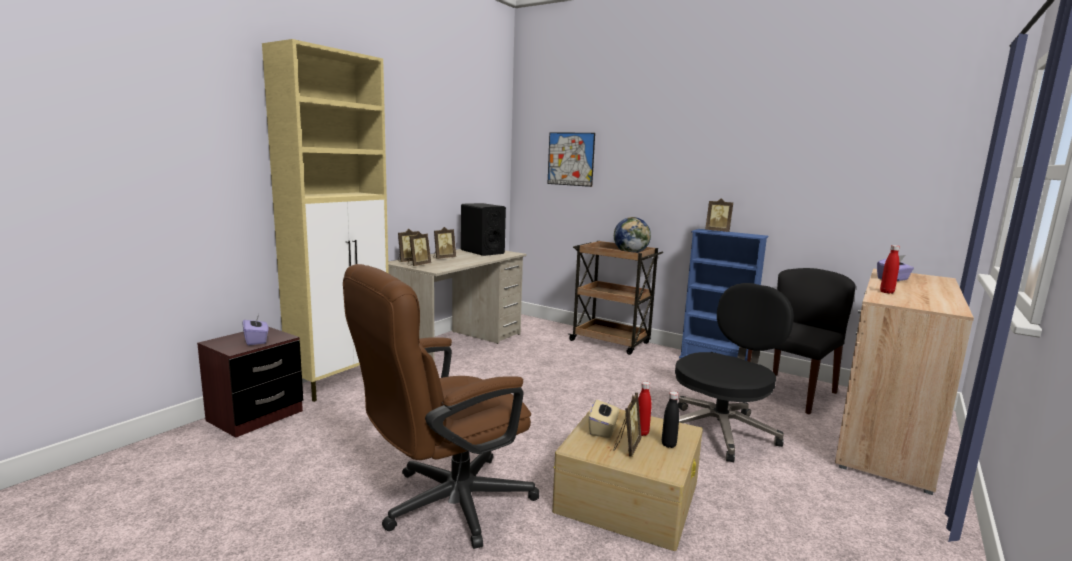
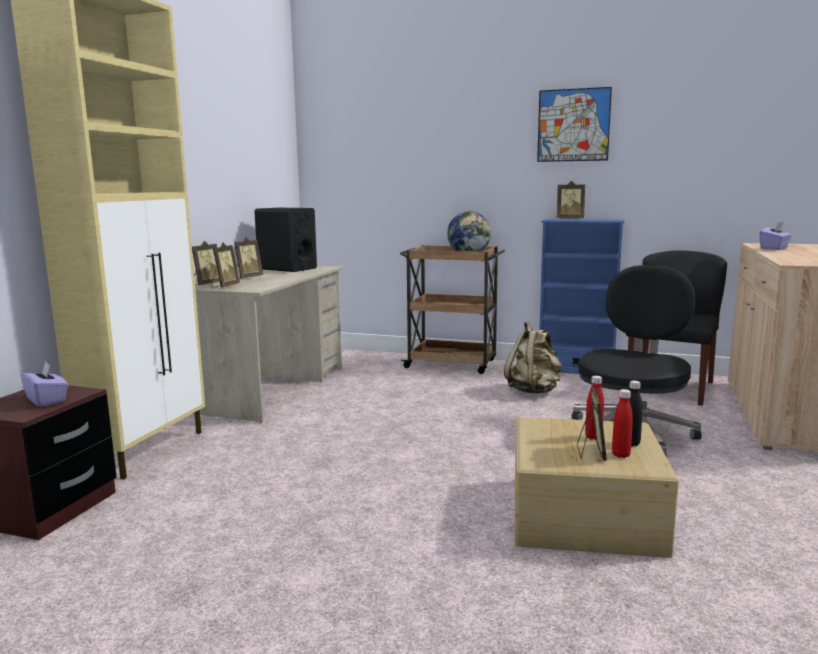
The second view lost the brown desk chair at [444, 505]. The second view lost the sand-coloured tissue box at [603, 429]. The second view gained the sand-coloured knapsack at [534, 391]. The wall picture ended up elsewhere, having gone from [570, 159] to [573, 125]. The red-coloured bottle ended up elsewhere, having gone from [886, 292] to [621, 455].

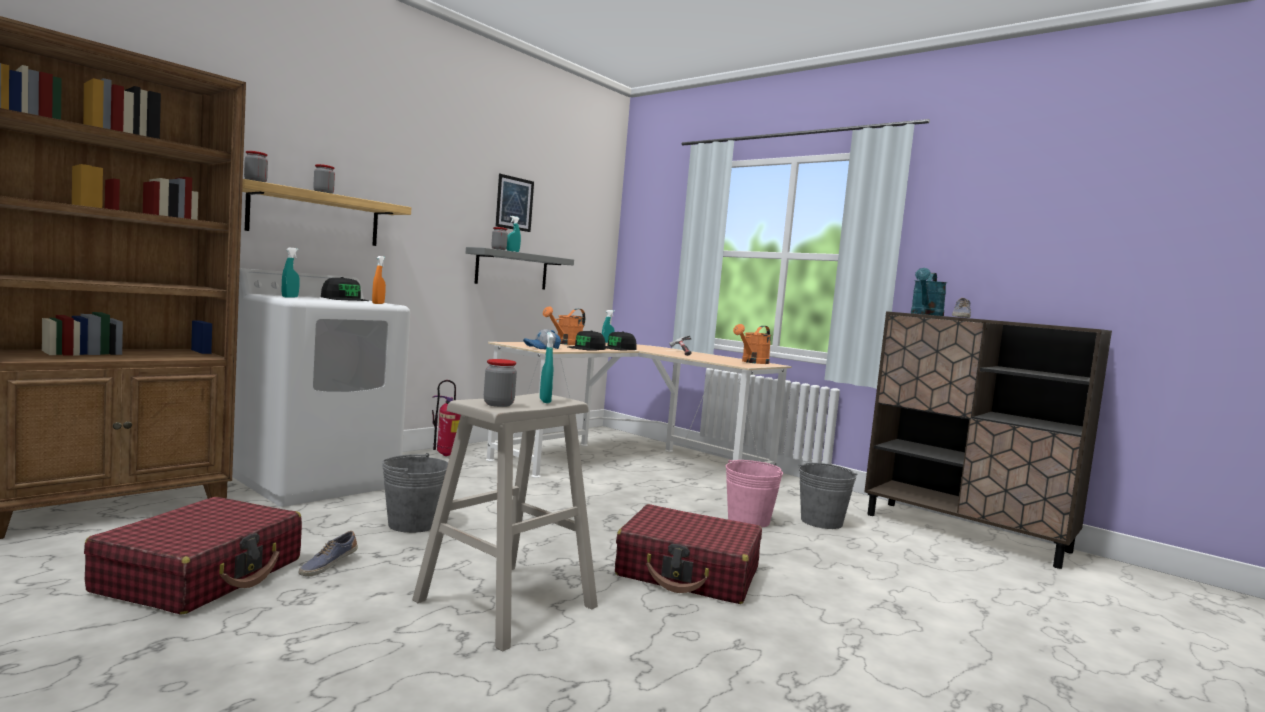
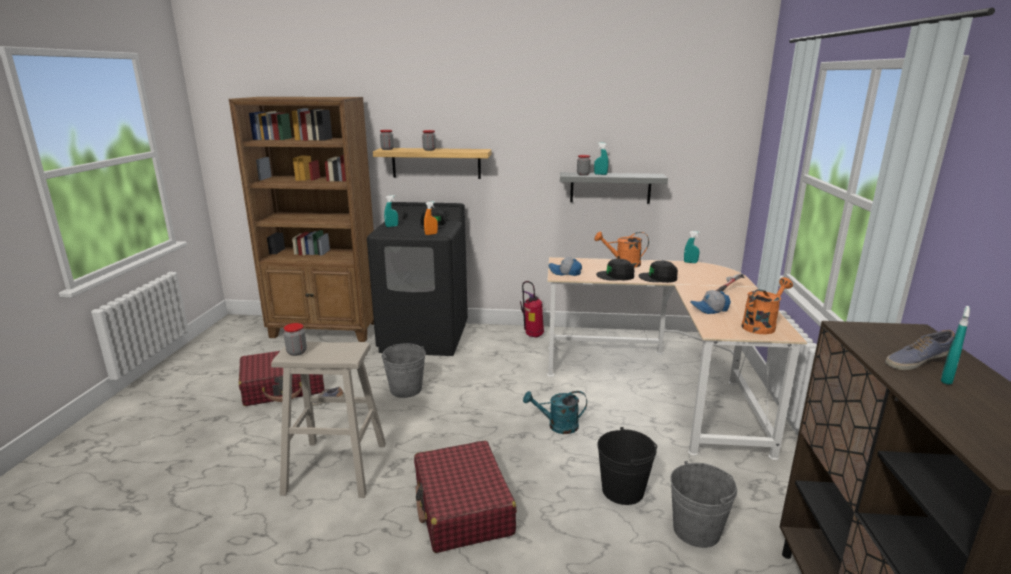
The second view lost the wall picture at [514, 203]. The second view gained the cap at [710, 309]. The turquoise-coloured hand sprayer ended up elsewhere, having gone from [545, 401] to [946, 379]. The turquoise-coloured watering pot ended up elsewhere, having gone from [925, 314] to [557, 426]. What was the whitish laundry appliance at [316, 481] turned into the black-coloured laundry appliance at [424, 337]. What was the pink pail at [748, 520] turned into the black-coloured pail at [623, 490]. The orange watering pot at [752, 362] ended up facing another way, 135 degrees clockwise from before.

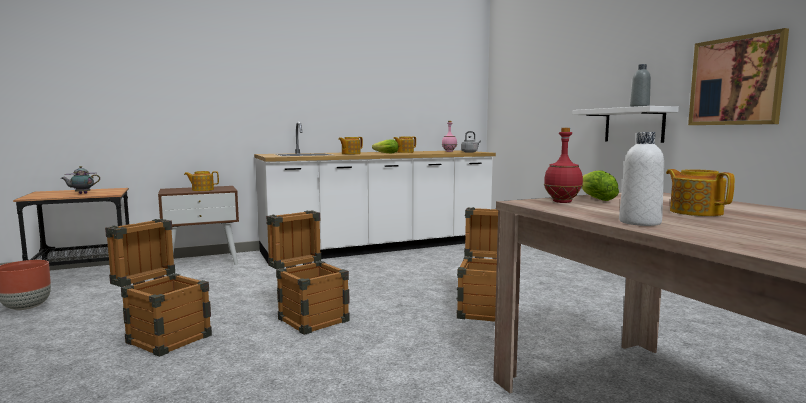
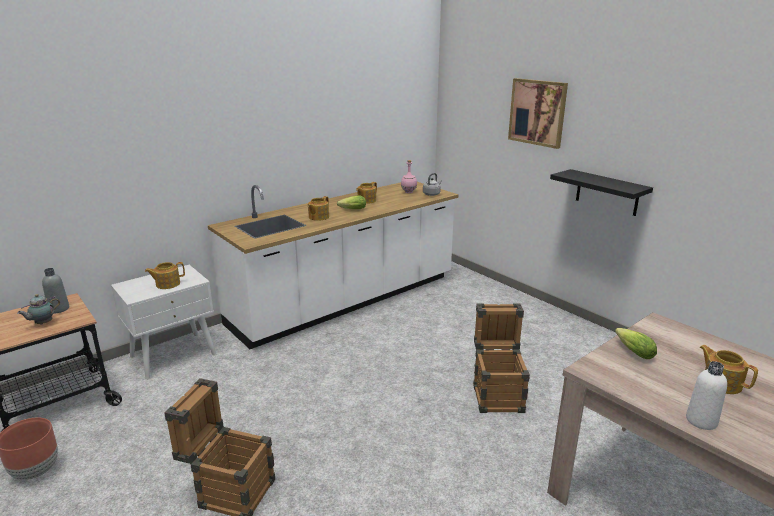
The second view lost the shipping crate at [309, 317]. The second view lost the red-coloured bottle at [562, 202]. The grey bottle ended up elsewhere, having gone from [639, 107] to [59, 309]. The wall picture ended up elsewhere, having gone from [736, 81] to [537, 112]. What was the brown nightstand at [203, 262] turned into the whitish nightstand at [173, 355]. What was the whitish bracket shelf at [634, 125] turned into the black-coloured bracket shelf at [607, 192].

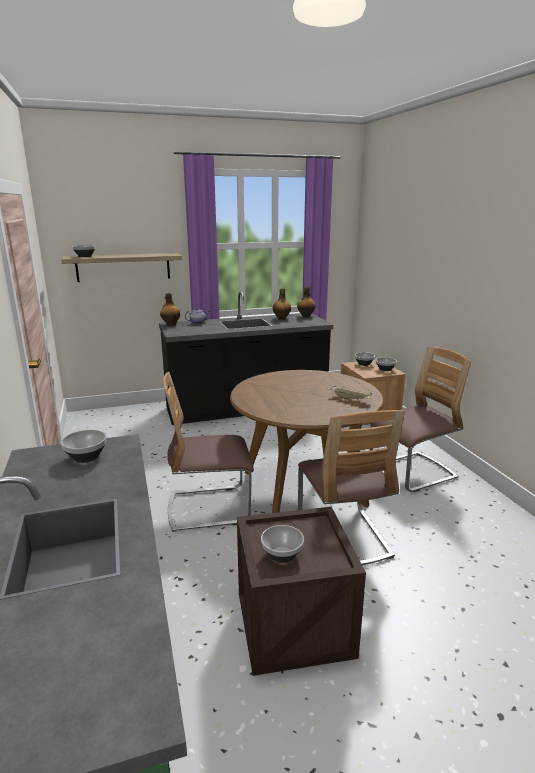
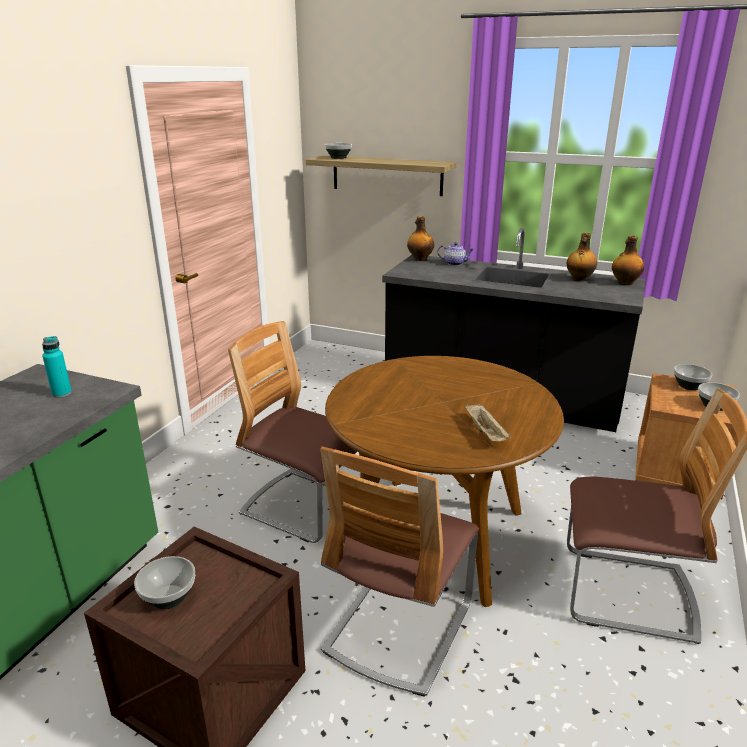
Where the deep dish stood at [87, 457], the turquoise-coloured bottle came to stand at [62, 393].

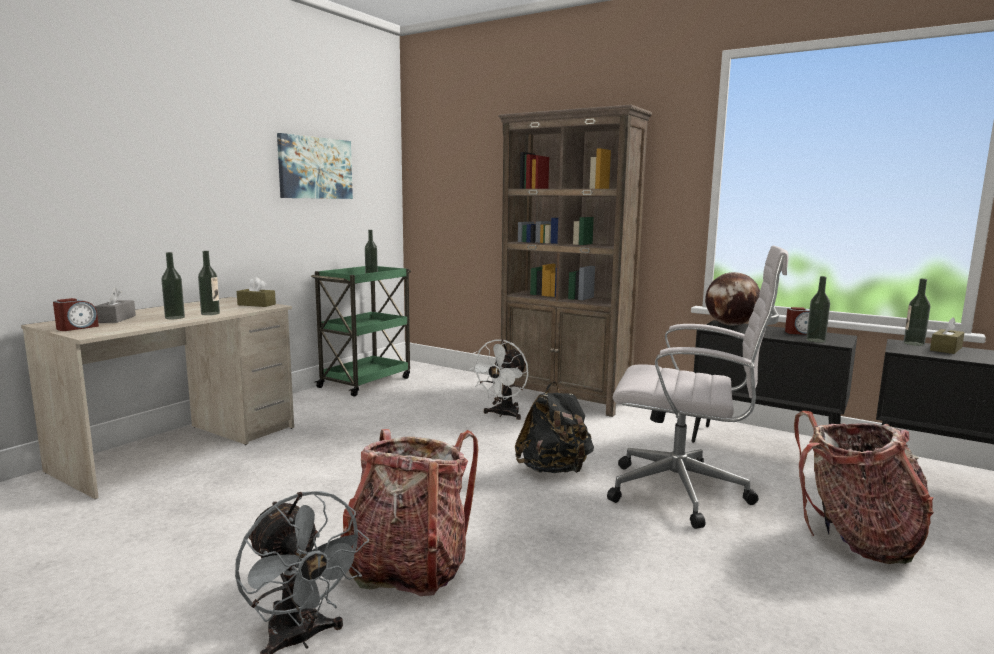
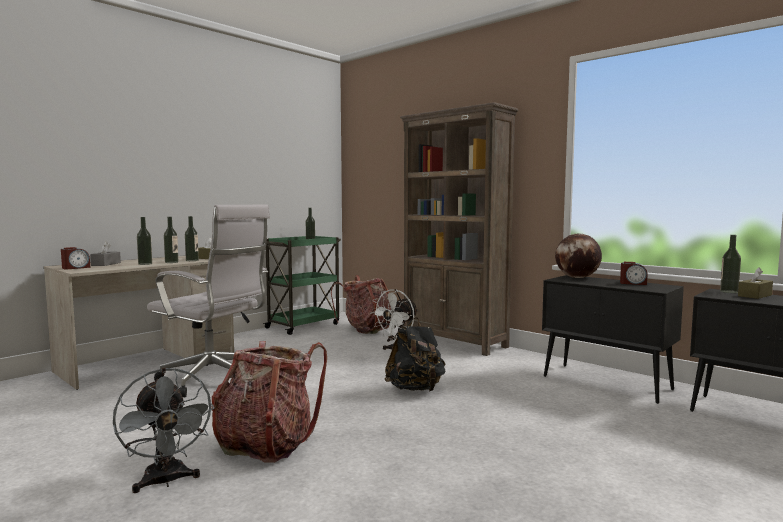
The second view lost the wall picture at [315, 168]. The whitish desk chair ended up elsewhere, having gone from [684, 493] to [214, 380]. The knapsack ended up elsewhere, having gone from [856, 539] to [366, 329]. The bottle ended up elsewhere, having gone from [815, 340] to [192, 260].

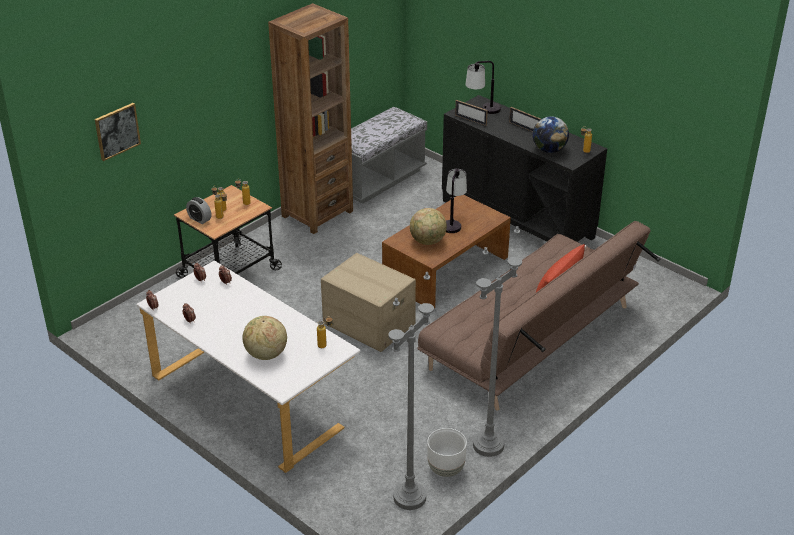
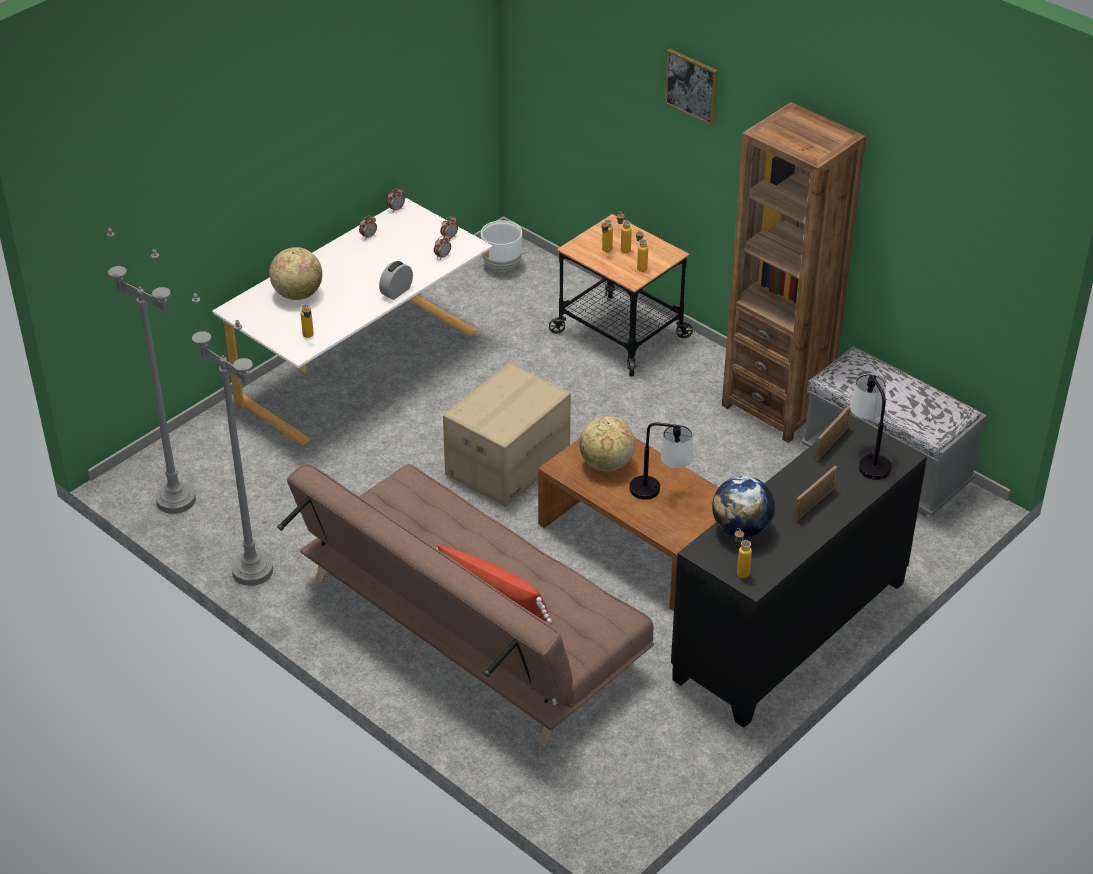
The wall picture ended up elsewhere, having gone from [117, 131] to [692, 86]. The alarm clock ended up elsewhere, having gone from [199, 219] to [396, 291]. The whitish planter ended up elsewhere, having gone from [445, 469] to [502, 266].

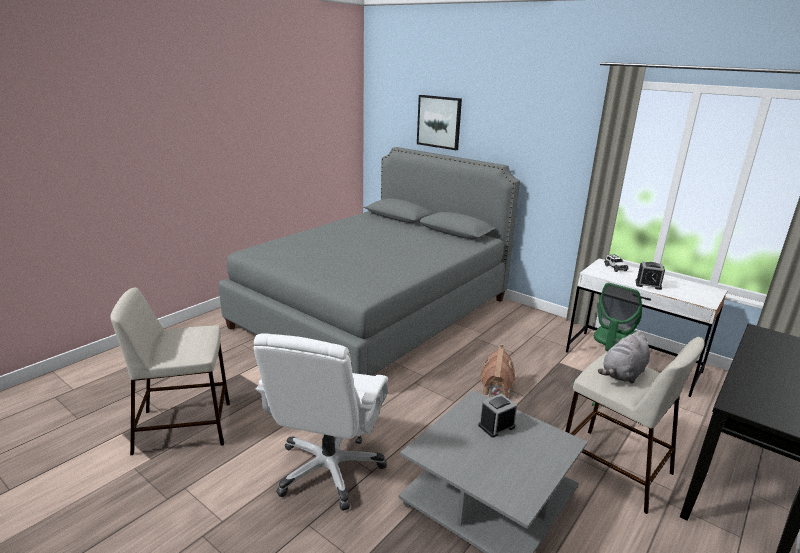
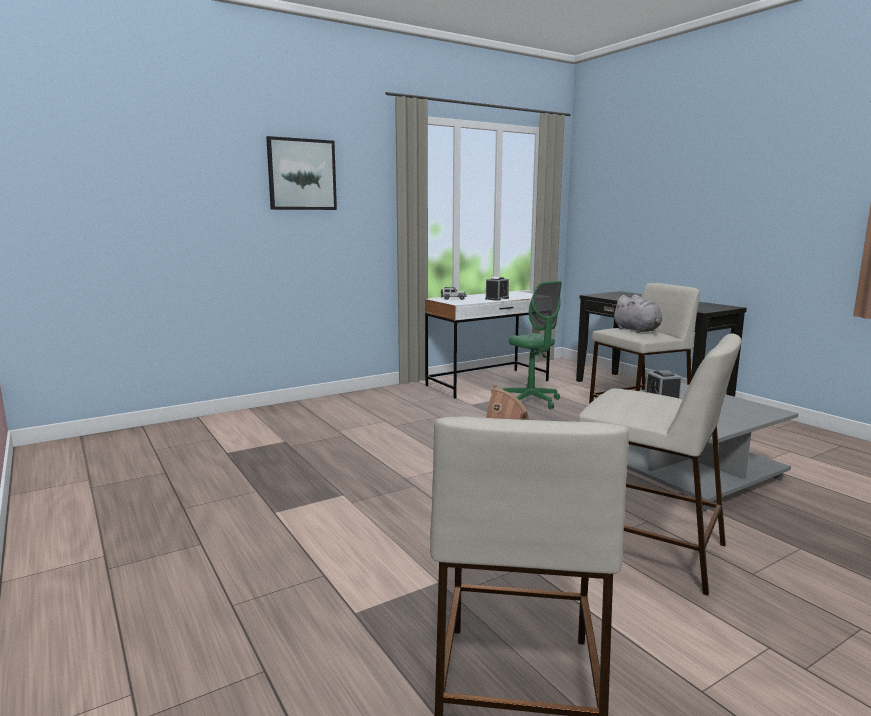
The second view lost the grey bedroom bed at [374, 313]. The wall picture ended up elsewhere, having gone from [439, 122] to [301, 174]. Where the whitish desk chair stood at [329, 469], the sand-coloured stool seat came to stand at [645, 548].

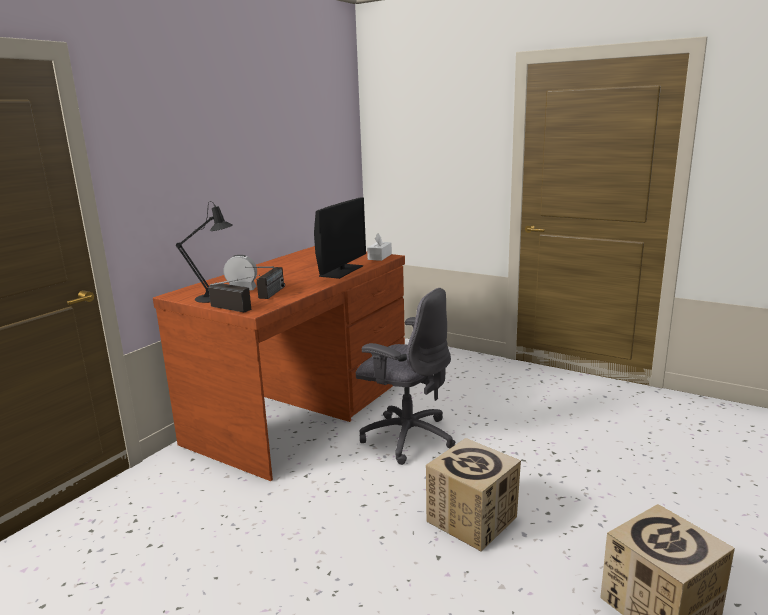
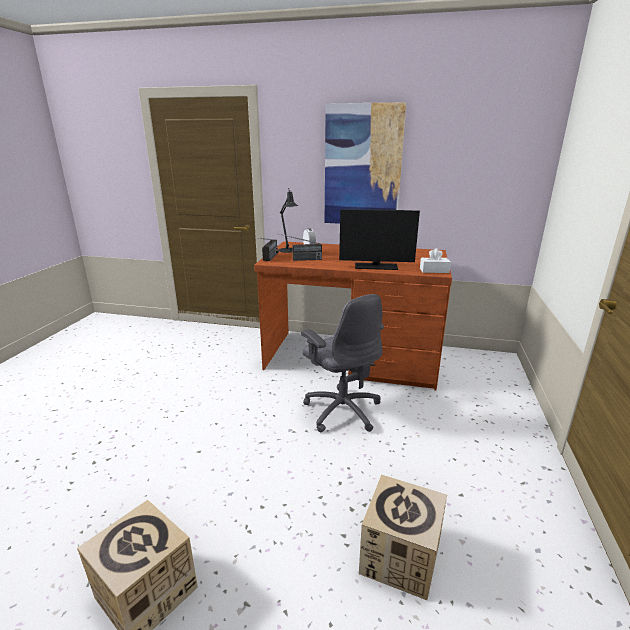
The second view gained the wall picture at [362, 166]. The carton ended up elsewhere, having gone from [472, 519] to [400, 557]. The grey desk chair at [407, 437] ended up facing another way, 45 degrees counterclockwise from before.

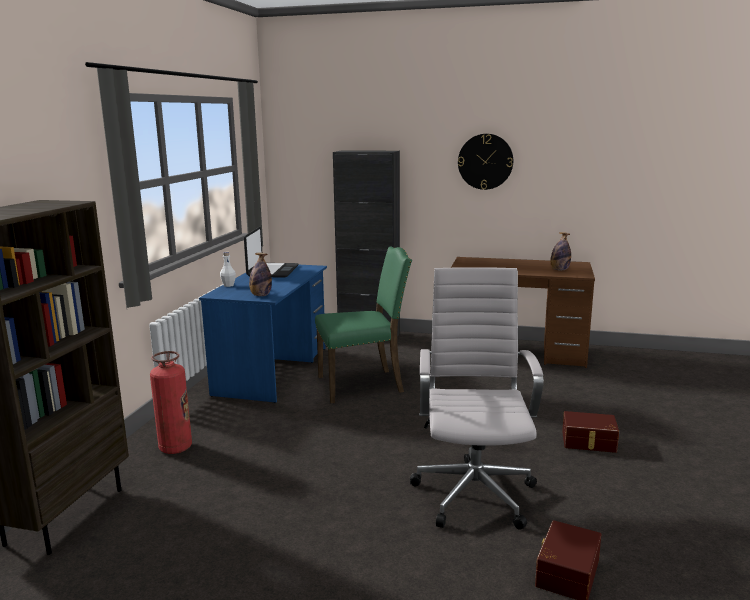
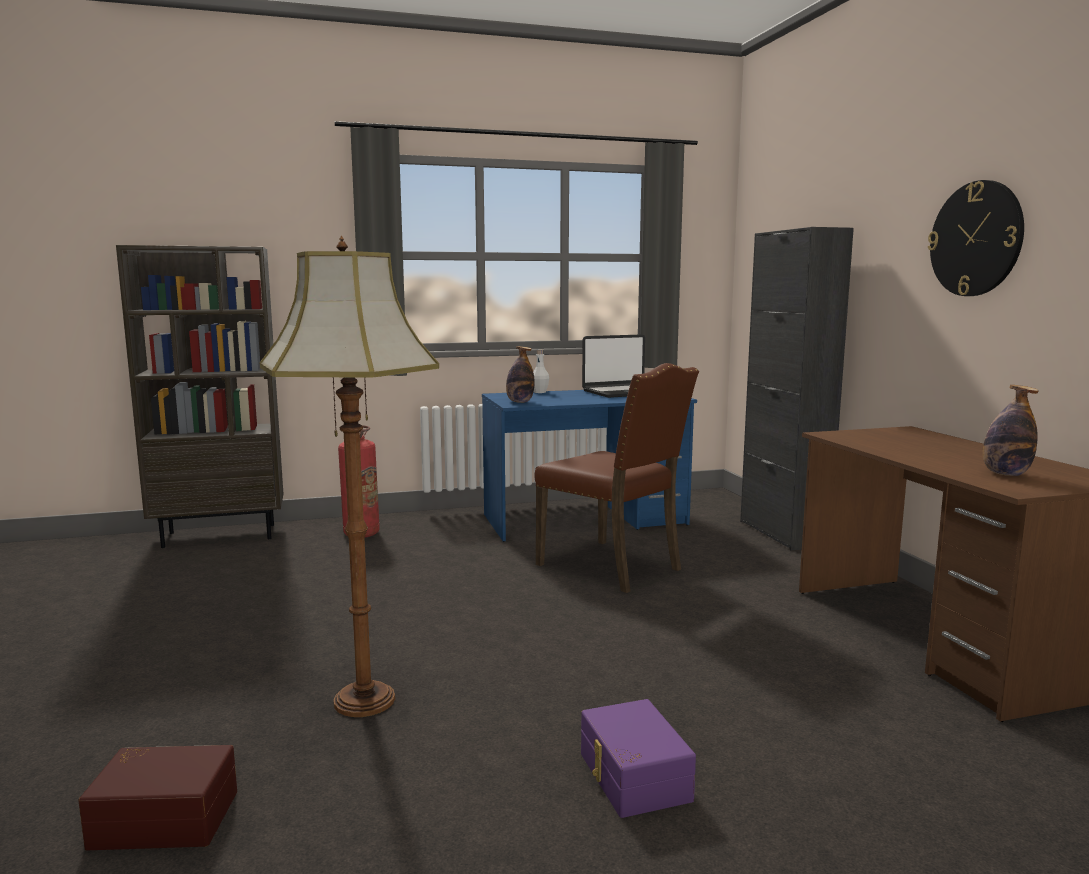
Where the whitish desk chair stood at [474, 491], the standard lamp came to stand at [367, 700]. What was the green upright chair at [362, 384] turned into the brown upright chair at [613, 567]. What was the brown storage box at [589, 442] turned into the purplish storage box at [632, 777].

